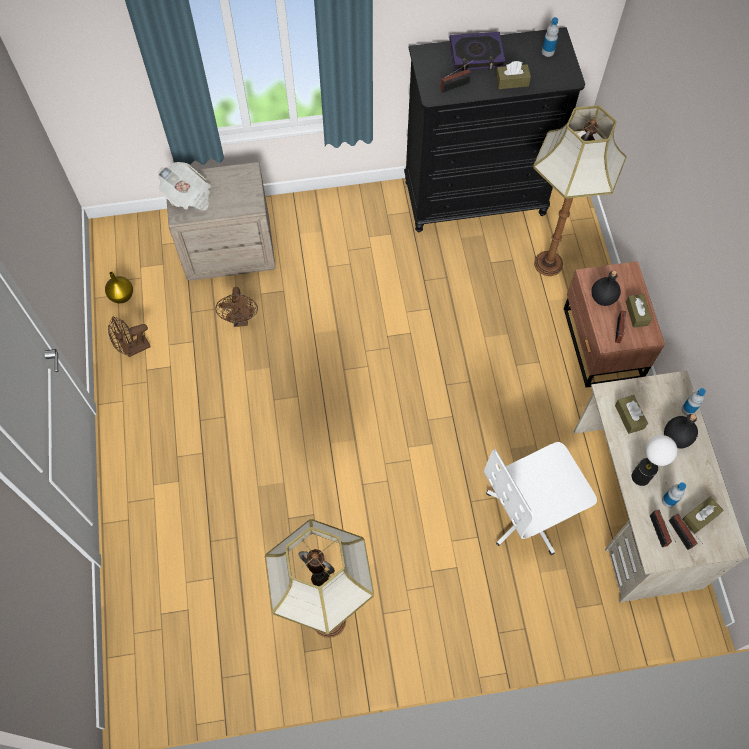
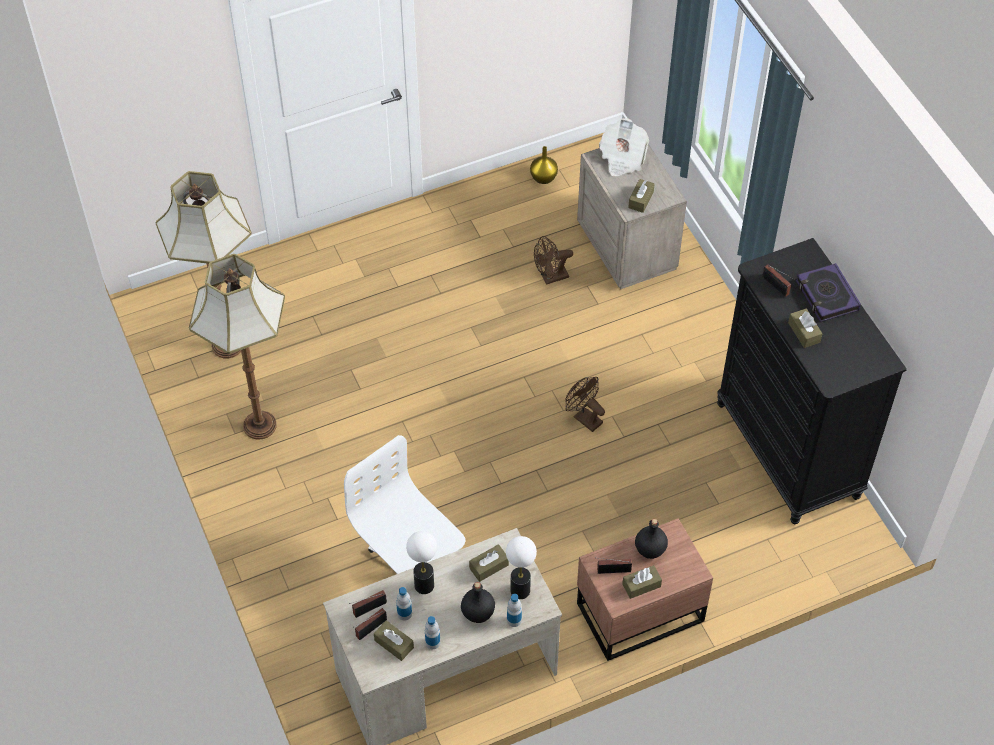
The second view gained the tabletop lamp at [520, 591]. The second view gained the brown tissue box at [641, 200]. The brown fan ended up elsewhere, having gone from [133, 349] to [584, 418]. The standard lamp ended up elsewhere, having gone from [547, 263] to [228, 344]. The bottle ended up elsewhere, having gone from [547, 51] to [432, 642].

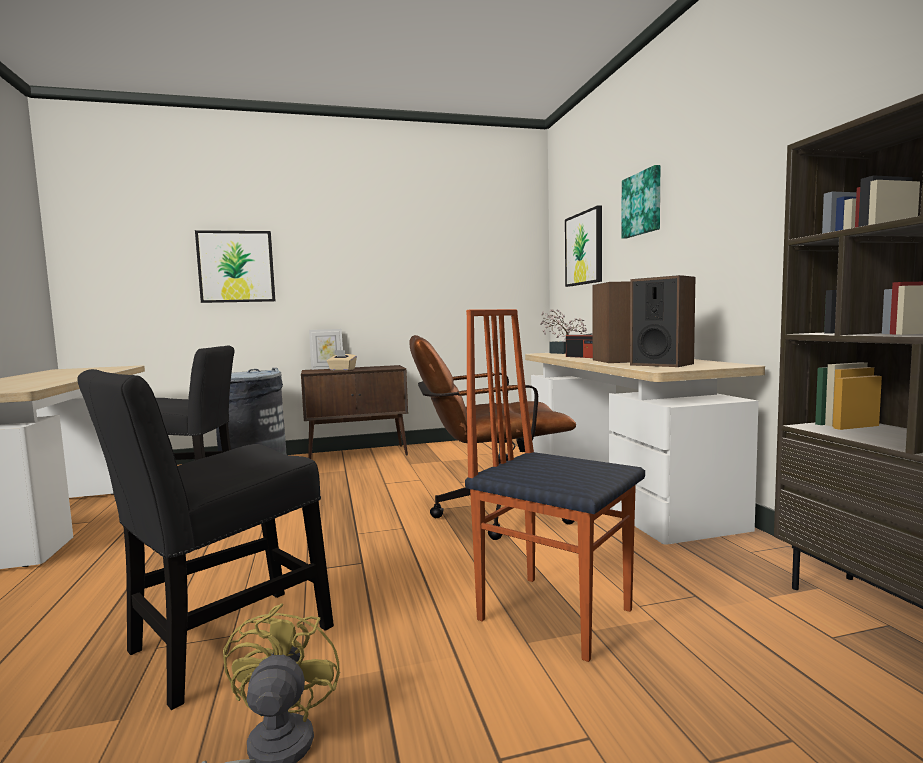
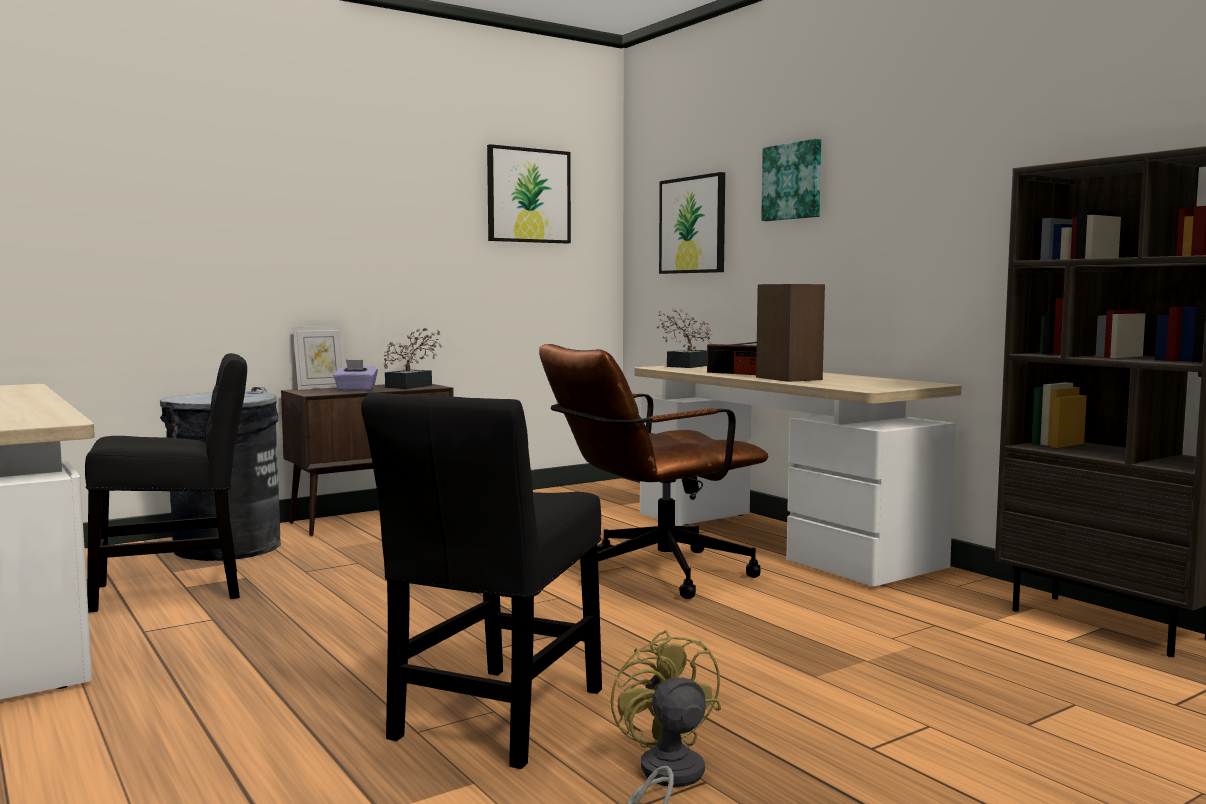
The second view lost the upright chair at [554, 613]. The second view lost the audio speaker at [661, 364]. The second view gained the houseplant at [413, 386]. The wall picture ended up elsewhere, having gone from [236, 267] to [528, 195]. What was the sand-coloured tissue box at [342, 370] turned into the purplish tissue box at [356, 390].

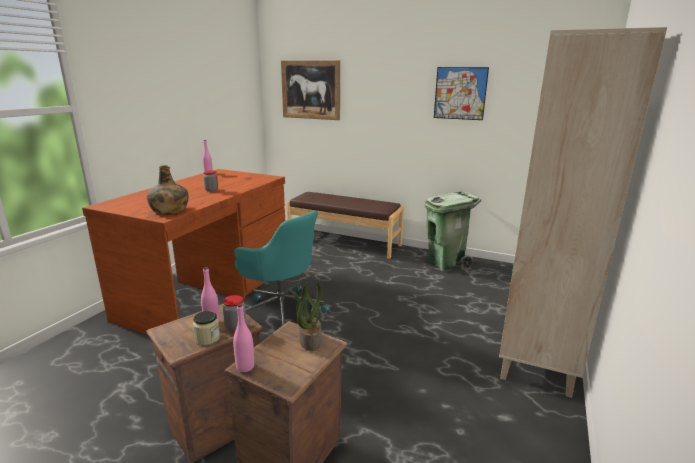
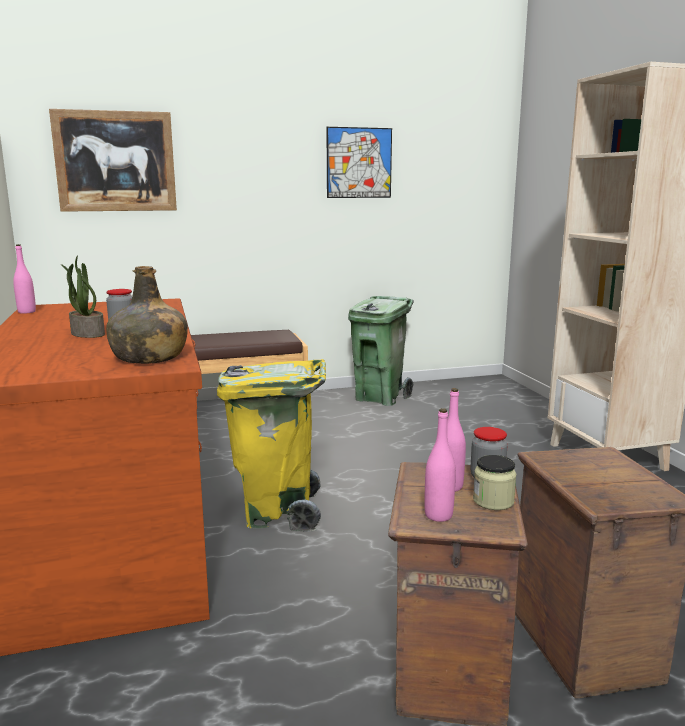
The pink bottle ended up elsewhere, having gone from [245, 367] to [438, 515]. The houseplant ended up elsewhere, having gone from [309, 340] to [87, 334]. Where the turquoise-coloured desk chair stood at [281, 310], the yellow-coloured waste bin came to stand at [279, 512].

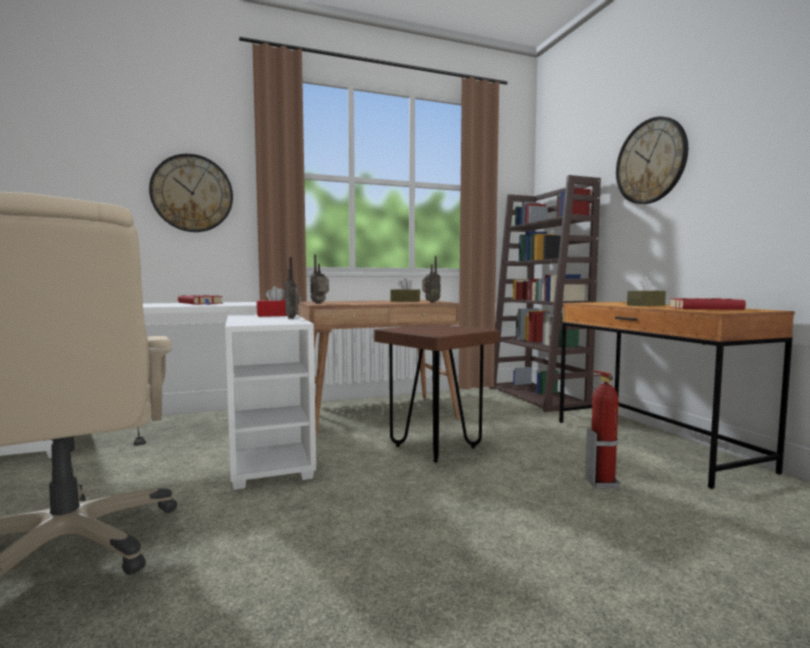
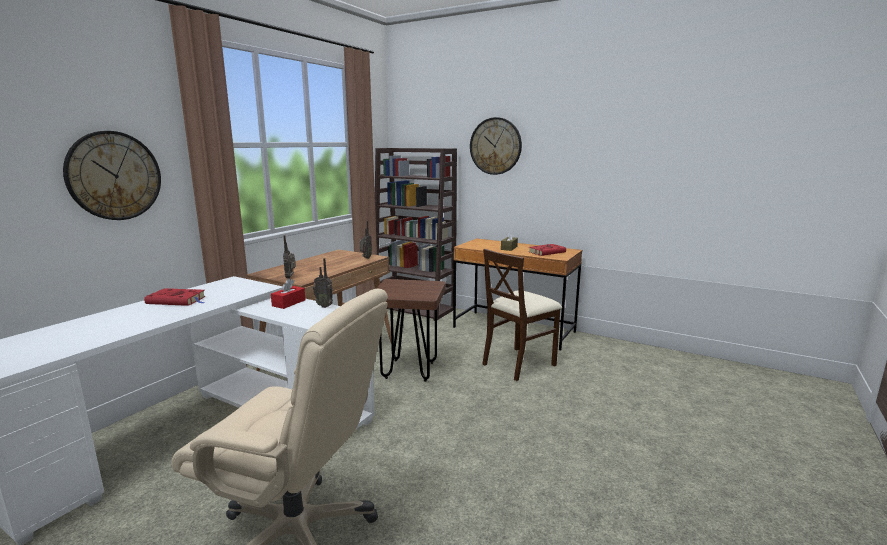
The second view lost the brown tissue box at [405, 301]. Where the fire extinguisher stood at [601, 483], the sand-coloured upright chair came to stand at [518, 363].

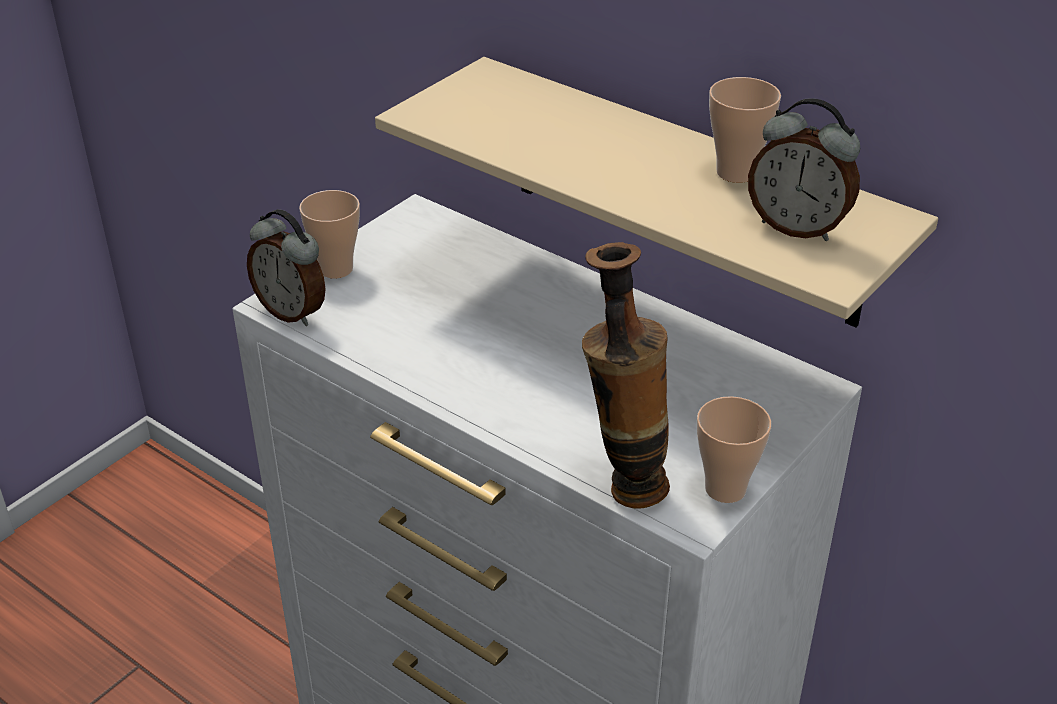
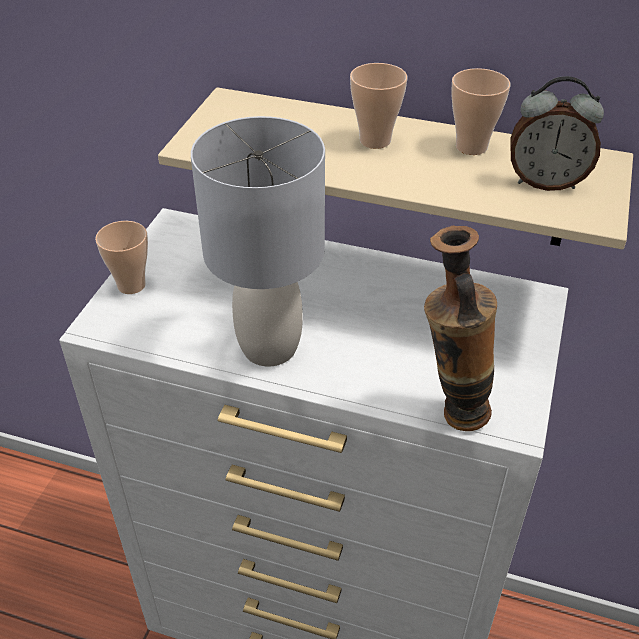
The second view lost the alarm clock at [292, 312]. The second view gained the grey tabletop lamp at [270, 347]. The drinking cup ended up elsewhere, having gone from [725, 489] to [375, 140].

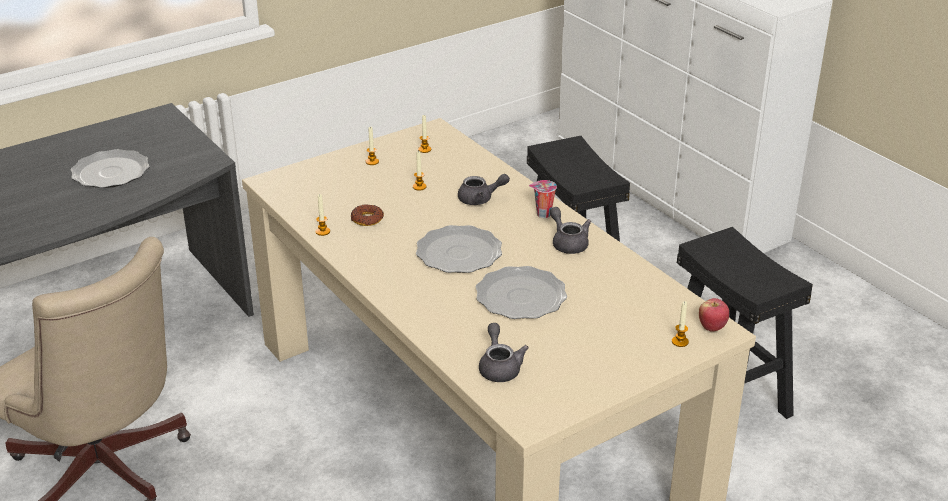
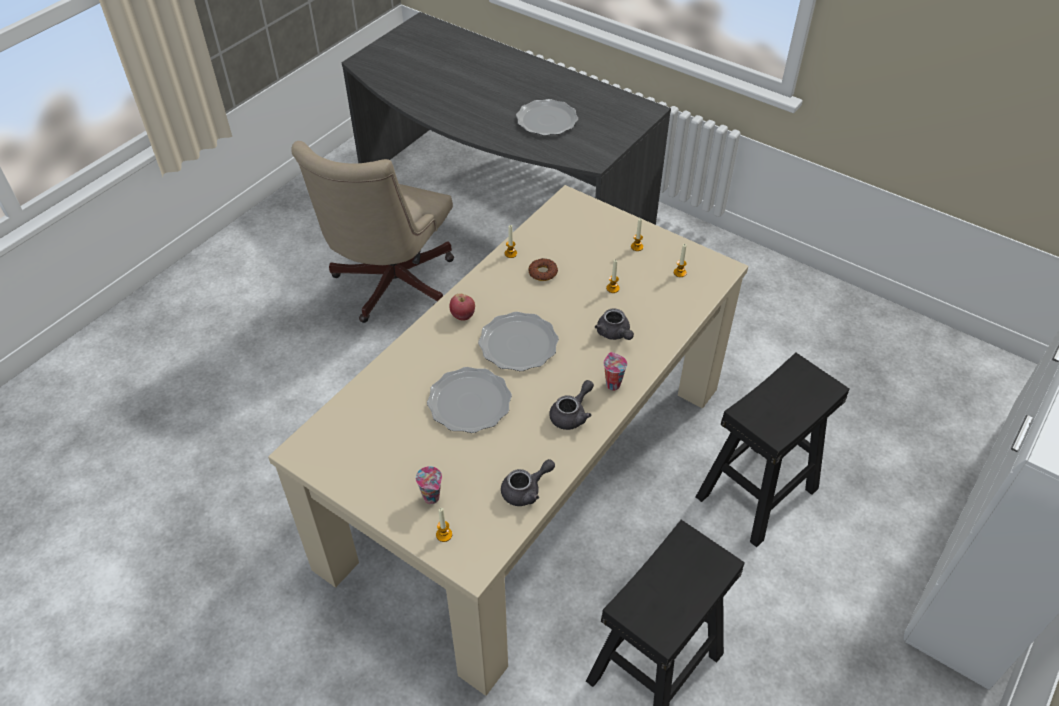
The second view gained the drinking cup at [432, 498]. The grey tea pot ended up elsewhere, having gone from [499, 367] to [526, 490]. The apple ended up elsewhere, having gone from [712, 327] to [463, 316].

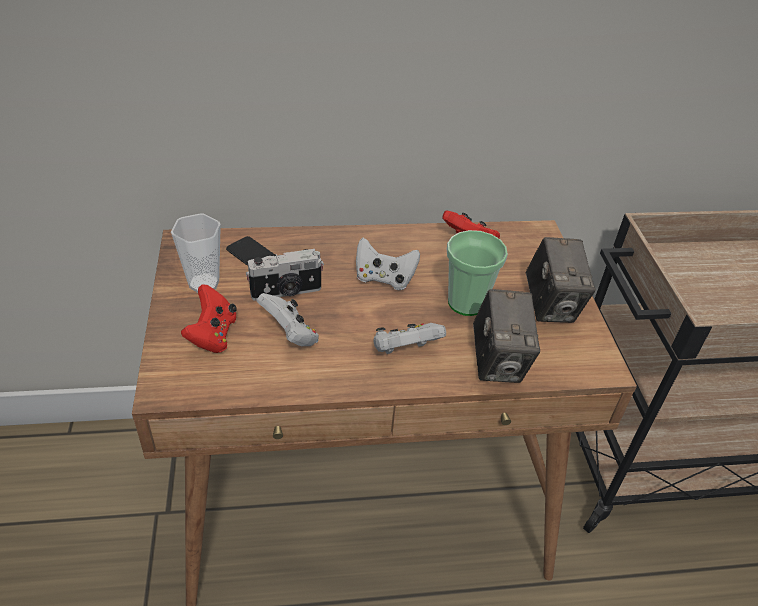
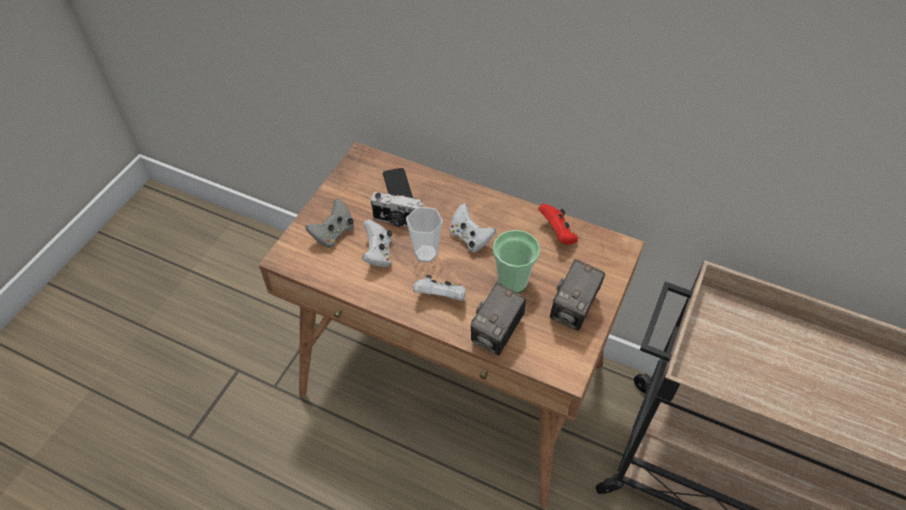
The drinking cup ended up elsewhere, having gone from [204, 283] to [425, 253]. What was the red-coloured game controller at [213, 335] turned into the grey game controller at [333, 233].

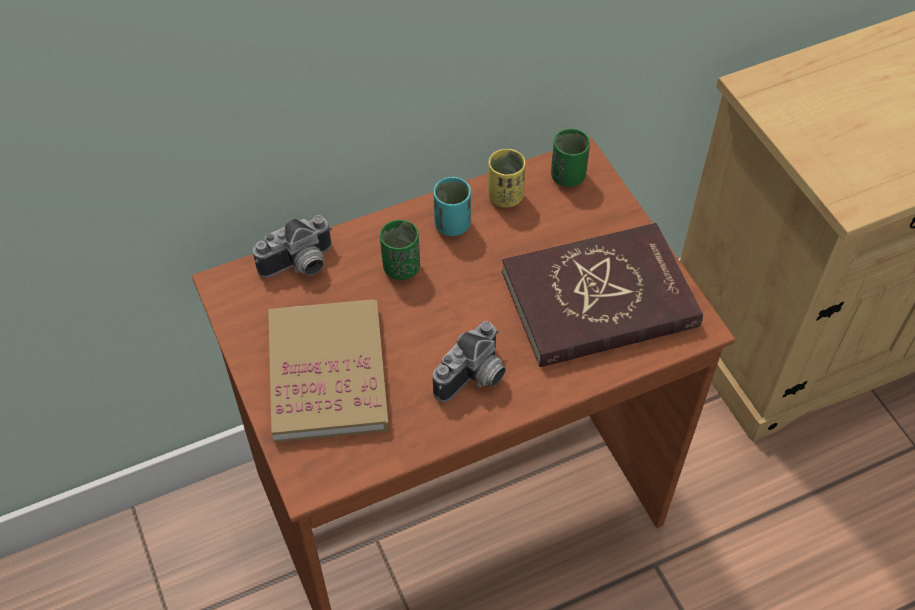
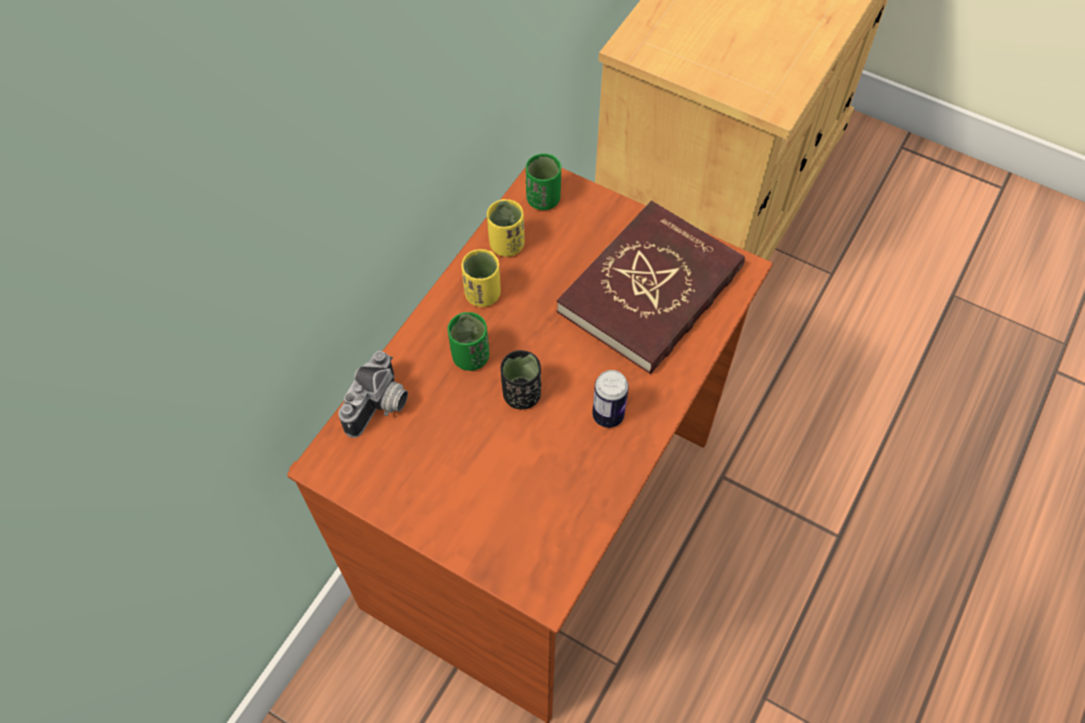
The second view lost the book at [328, 373]. The second view gained the black-coloured drinking cup at [521, 394]. Where the photo camera stood at [474, 379], the can came to stand at [608, 415]. What was the turquoise-coloured drinking cup at [452, 225] turned into the yellow-coloured drinking cup at [482, 294].

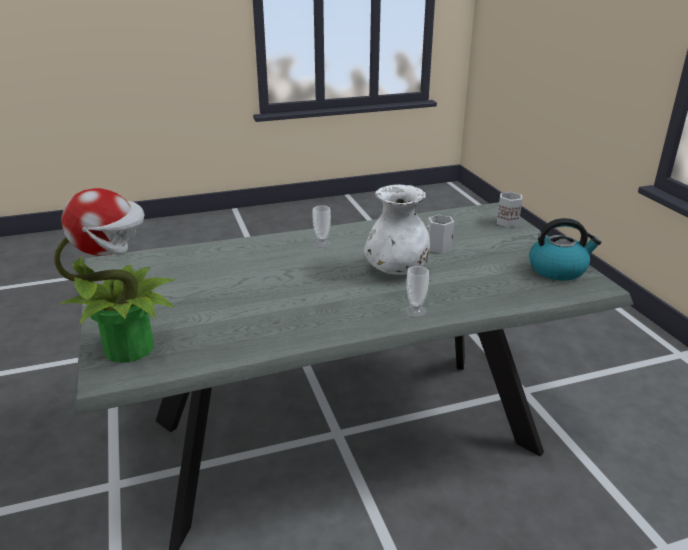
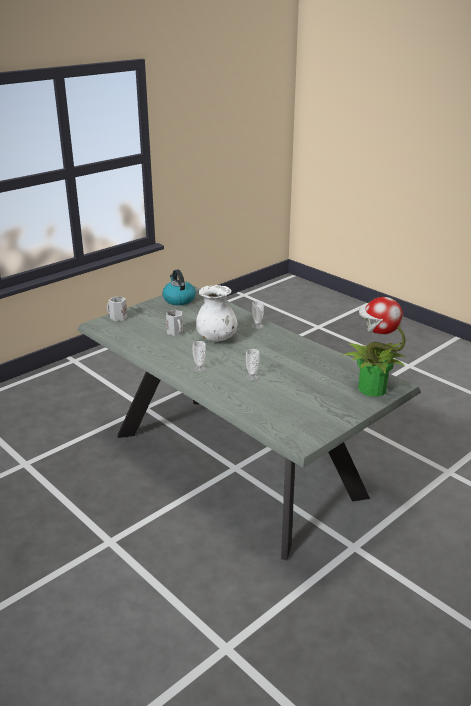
The second view gained the drinking cup at [252, 377].

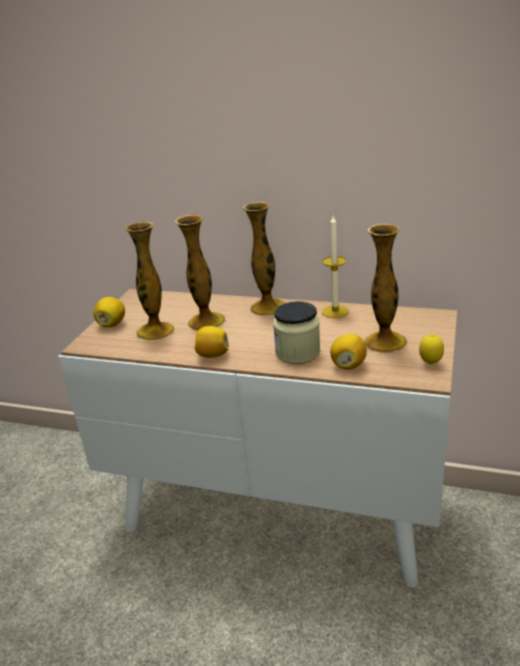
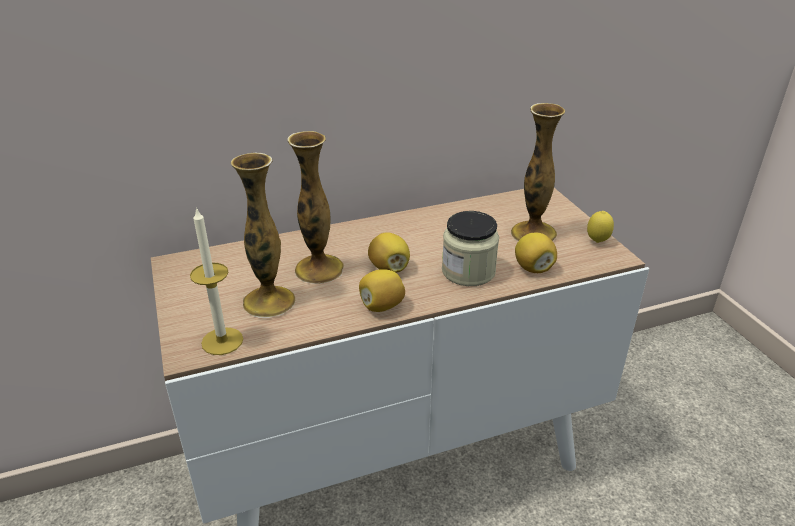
The second view lost the flower vase at [268, 307]. The citrus fruit ended up elsewhere, having gone from [112, 324] to [389, 268]. The wax candle ended up elsewhere, having gone from [335, 311] to [222, 341].

